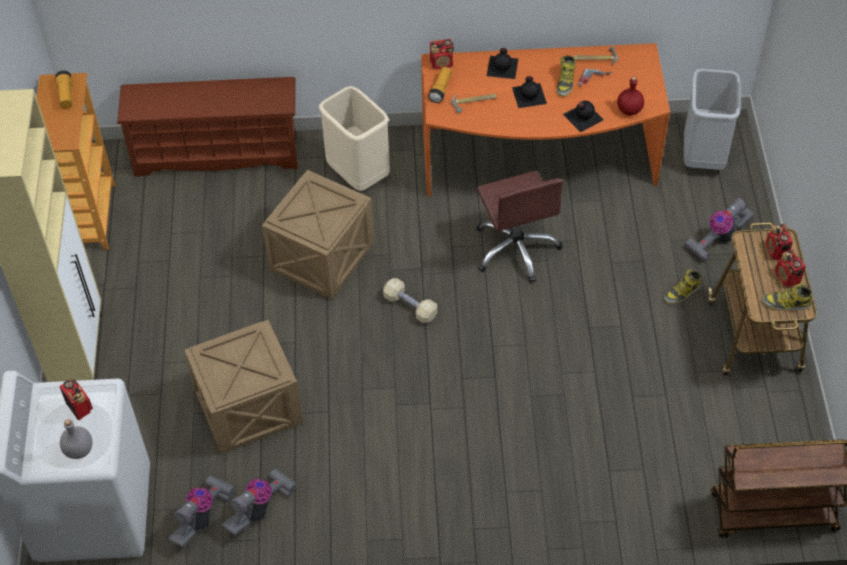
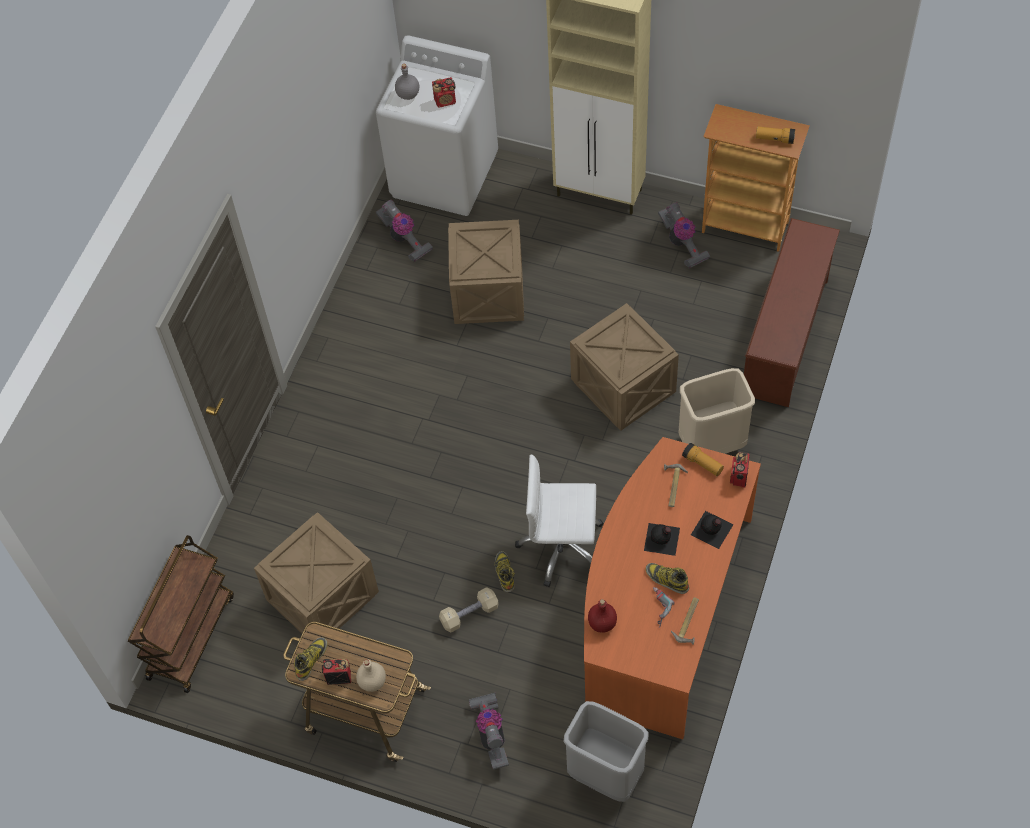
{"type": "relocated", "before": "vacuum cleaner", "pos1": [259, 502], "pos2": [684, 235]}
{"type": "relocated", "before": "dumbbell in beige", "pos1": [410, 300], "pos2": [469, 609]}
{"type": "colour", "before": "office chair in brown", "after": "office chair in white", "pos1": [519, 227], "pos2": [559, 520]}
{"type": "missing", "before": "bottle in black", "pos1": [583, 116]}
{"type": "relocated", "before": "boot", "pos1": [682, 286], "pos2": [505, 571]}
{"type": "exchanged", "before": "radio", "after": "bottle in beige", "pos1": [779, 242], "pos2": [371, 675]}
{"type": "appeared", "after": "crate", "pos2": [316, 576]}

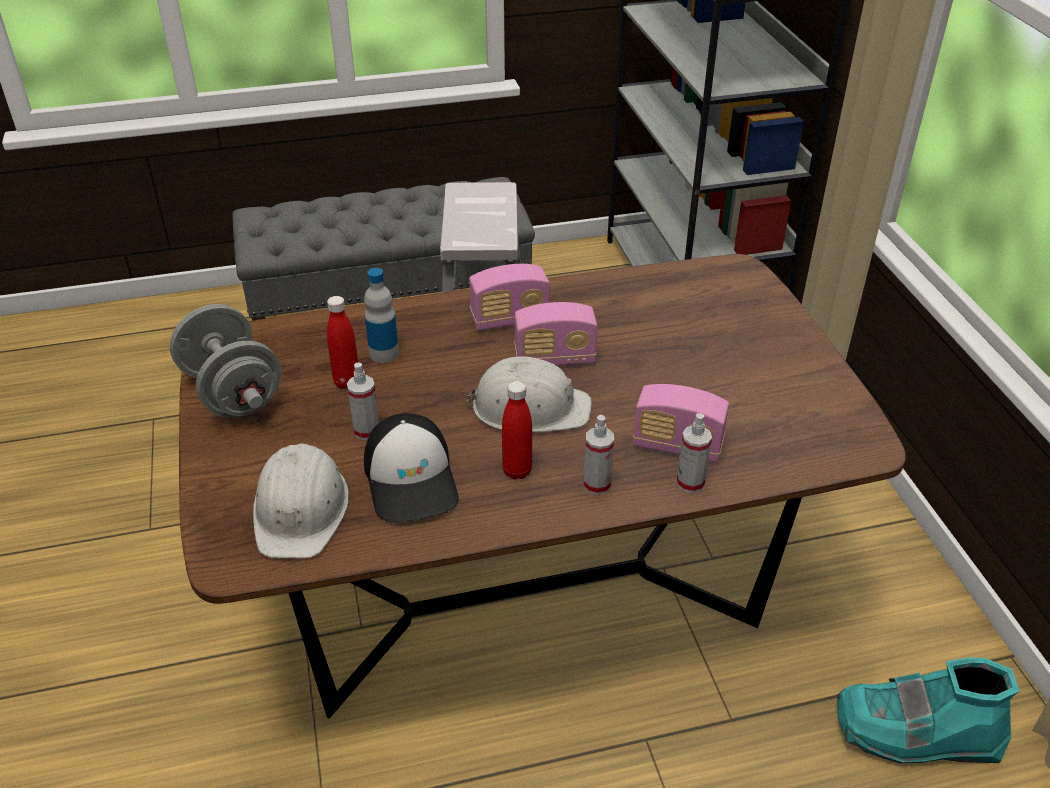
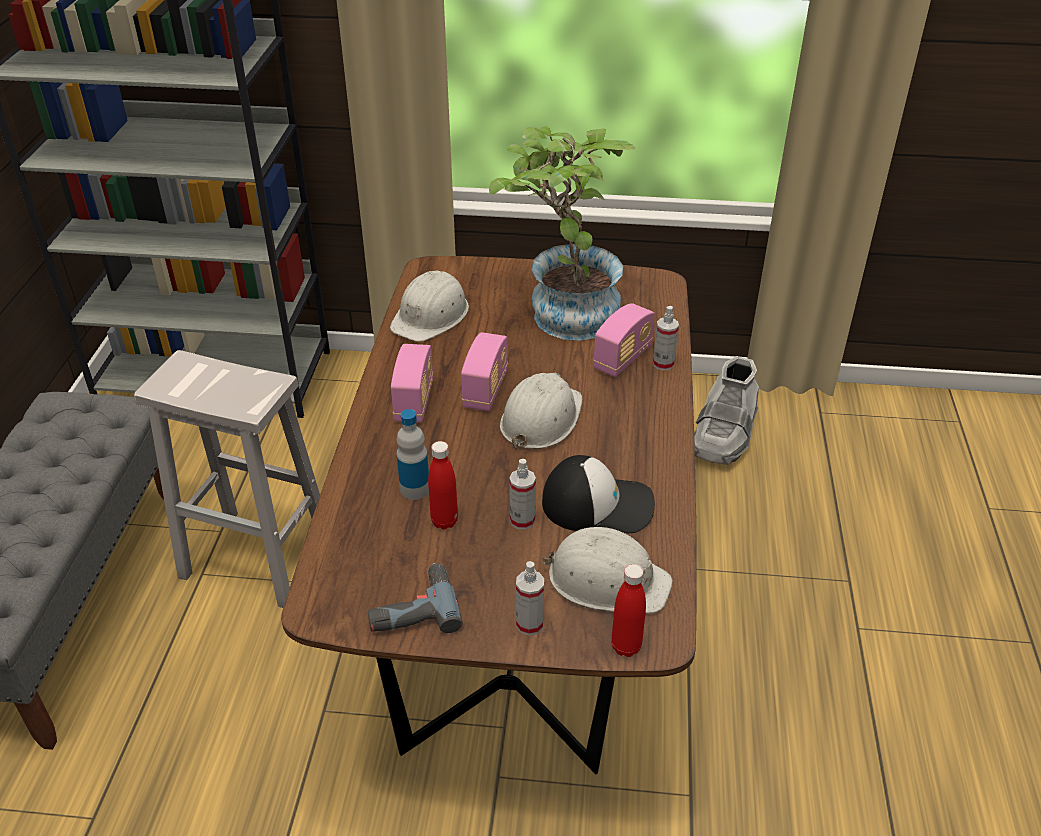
{"type": "exchanged", "before": "dumbbell in grey", "after": "power drill", "pos1": [226, 361], "pos2": [415, 598]}
{"type": "relocated", "before": "bottle in red", "pos1": [517, 430], "pos2": [628, 610]}
{"type": "relocated", "before": "spray bottle", "pos1": [599, 455], "pos2": [530, 598]}
{"type": "colour", "before": "boot in turquoise", "after": "boot in grey", "pos1": [928, 710], "pos2": [726, 410]}
{"type": "appeared", "after": "hard hat in white", "pos2": [429, 306]}
{"type": "appeared", "after": "potted plant", "pos2": [562, 233]}

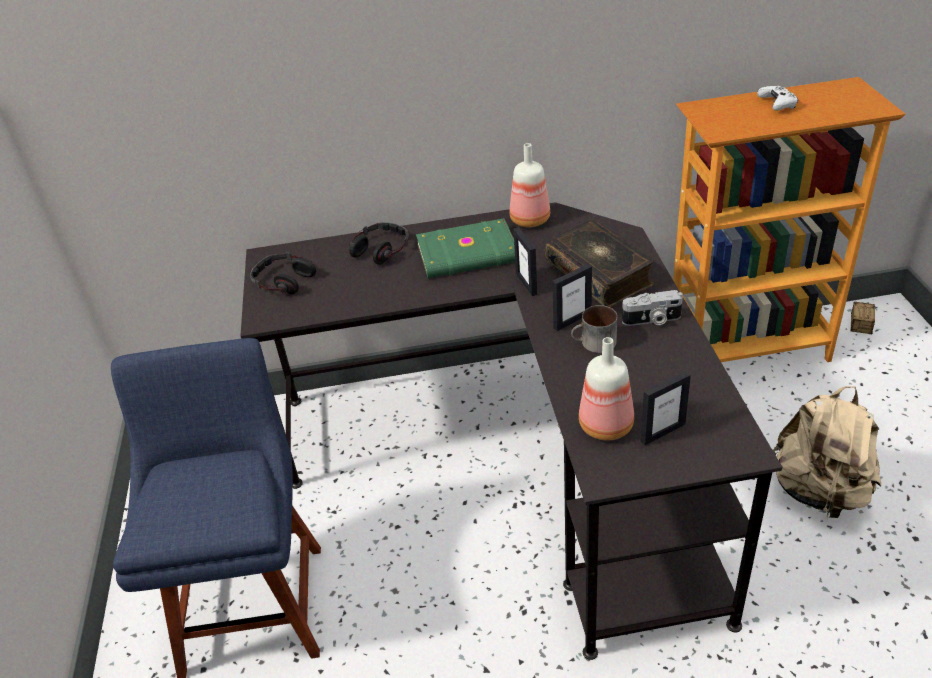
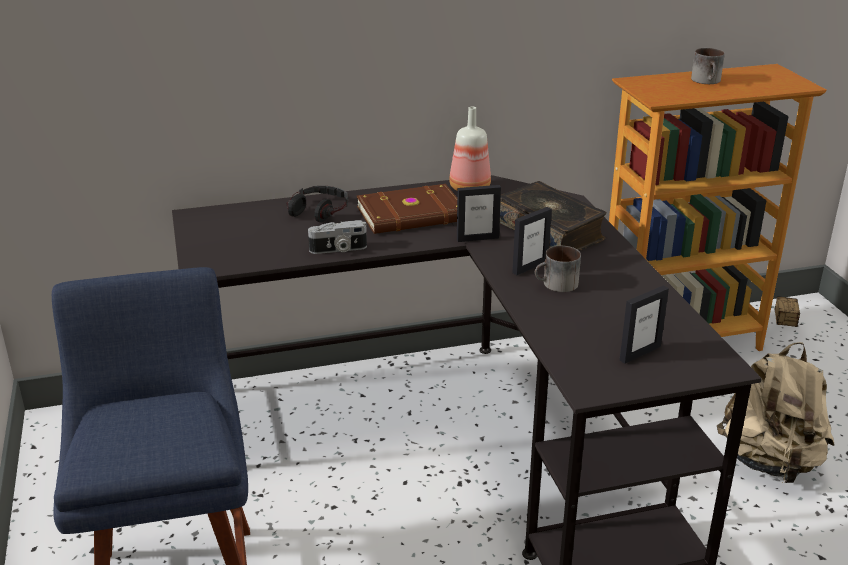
{"type": "missing", "before": "headphones", "pos1": [283, 273]}
{"type": "colour", "before": "book in green", "after": "book in brown", "pos1": [465, 248], "pos2": [407, 209]}
{"type": "spun", "before": "picture frame", "pos1": [525, 261], "pos2": [479, 213], "turn": -75}
{"type": "missing", "before": "bottle", "pos1": [606, 388]}
{"type": "relocated", "before": "photo camera", "pos1": [652, 308], "pos2": [337, 237]}
{"type": "exchanged", "before": "game controller in white", "after": "mug", "pos1": [777, 98], "pos2": [708, 66]}

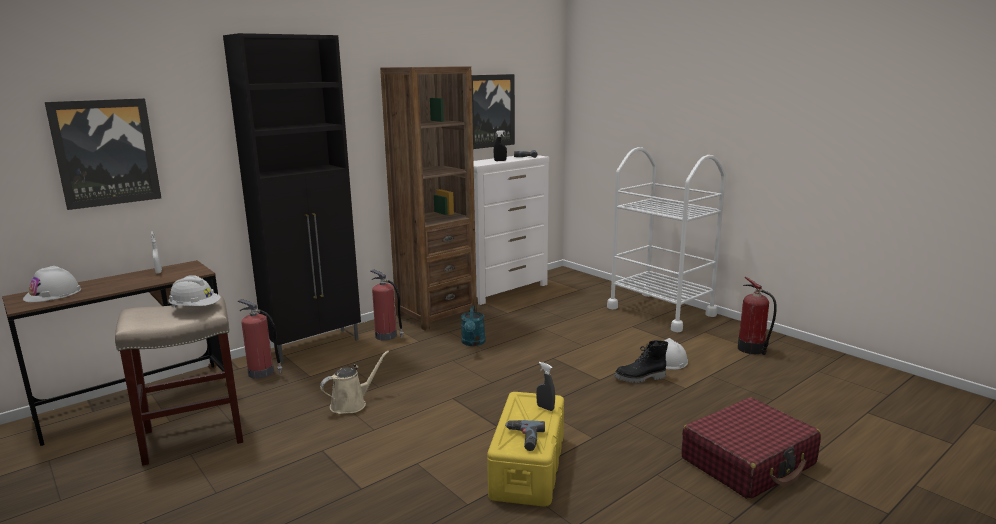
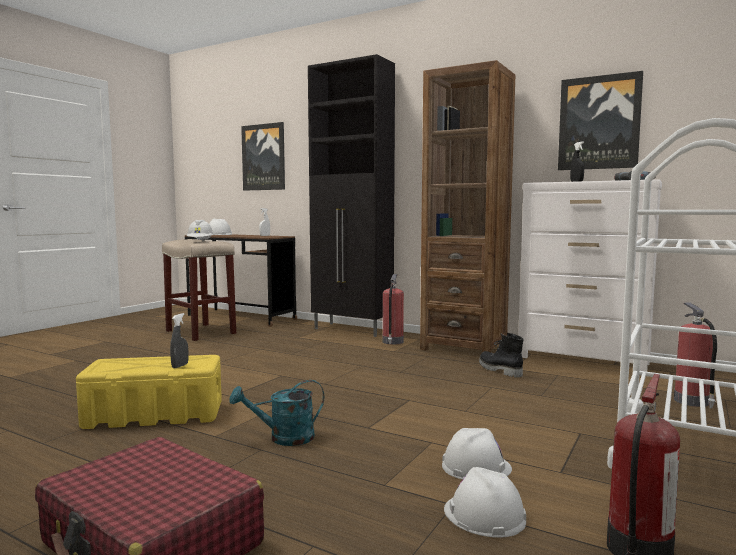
{"type": "relocated", "before": "fire extinguisher", "pos1": [259, 339], "pos2": [695, 356]}
{"type": "missing", "before": "watering can in beige", "pos1": [354, 382]}
{"type": "relocated", "before": "watering can in turquoise", "pos1": [473, 325], "pos2": [276, 413]}
{"type": "missing", "before": "power drill", "pos1": [525, 435]}
{"type": "relocated", "before": "boot in black", "pos1": [641, 361], "pos2": [501, 355]}
{"type": "appeared", "after": "hard hat in white", "pos2": [485, 502]}

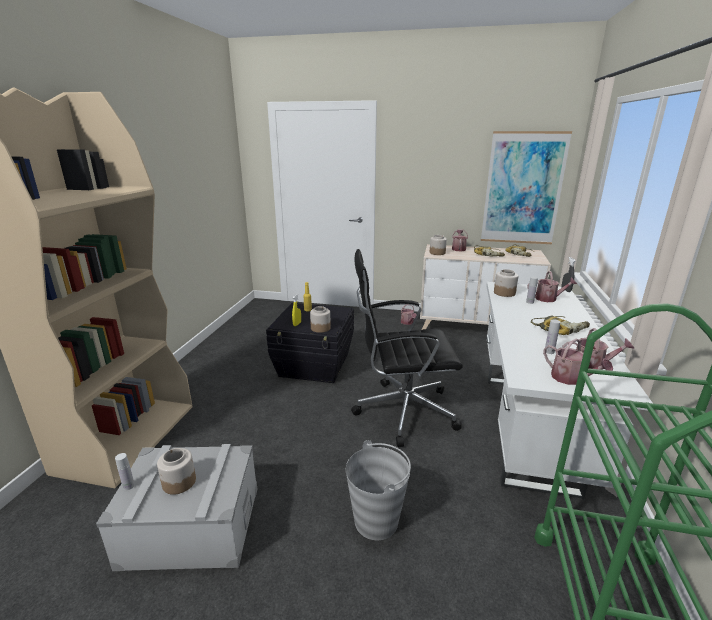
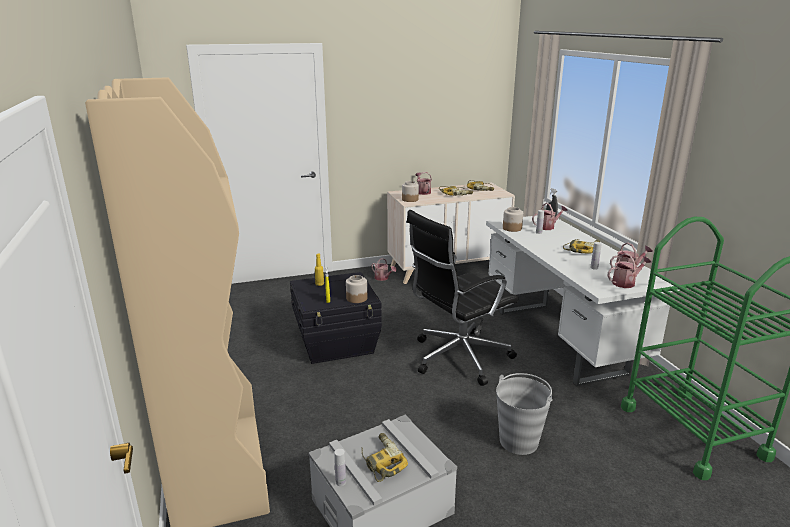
{"type": "exchanged", "before": "jar", "after": "power drill", "pos1": [176, 471], "pos2": [385, 457]}
{"type": "missing", "before": "picture", "pos1": [526, 187]}
{"type": "spun", "before": "watering can", "pos1": [578, 361], "pos2": [629, 270], "turn": -45}

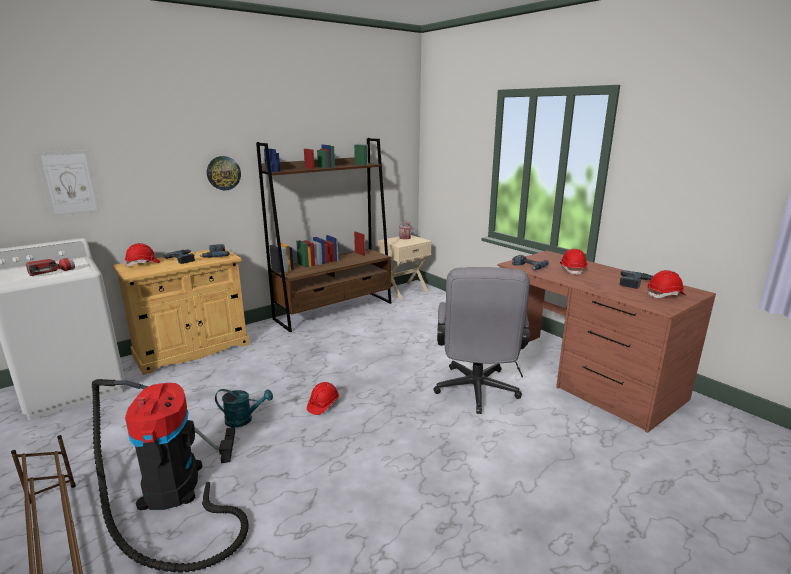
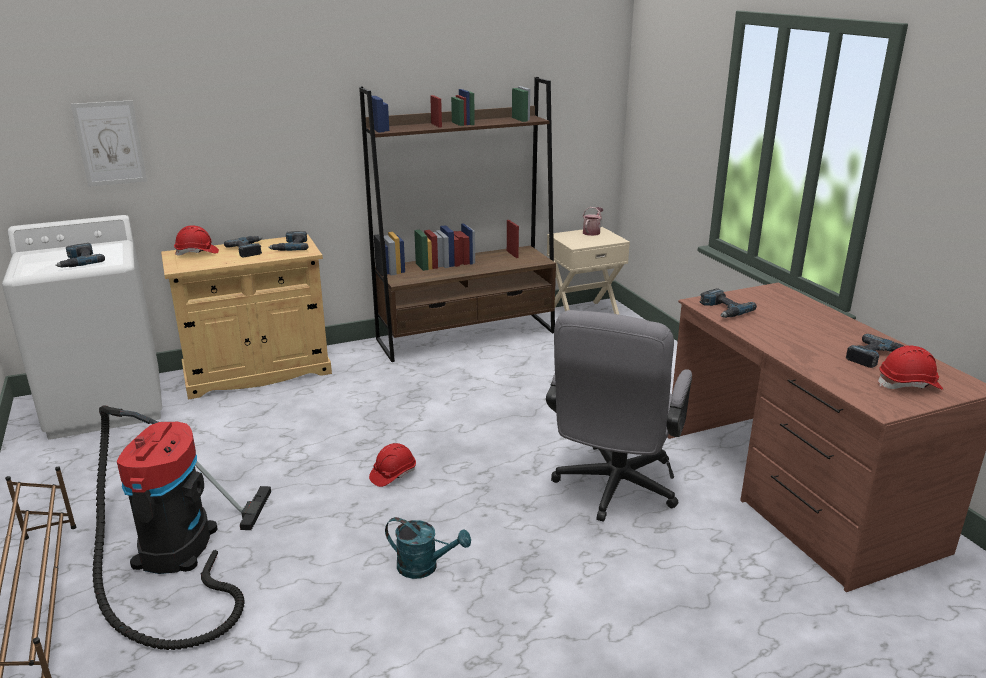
{"type": "exchanged", "before": "flashlight", "after": "power drill", "pos1": [50, 266], "pos2": [80, 255]}
{"type": "missing", "before": "wall clock", "pos1": [224, 173]}
{"type": "relocated", "before": "watering can in turquoise", "pos1": [244, 408], "pos2": [428, 548]}
{"type": "missing", "before": "hard hat in red", "pos1": [573, 262]}

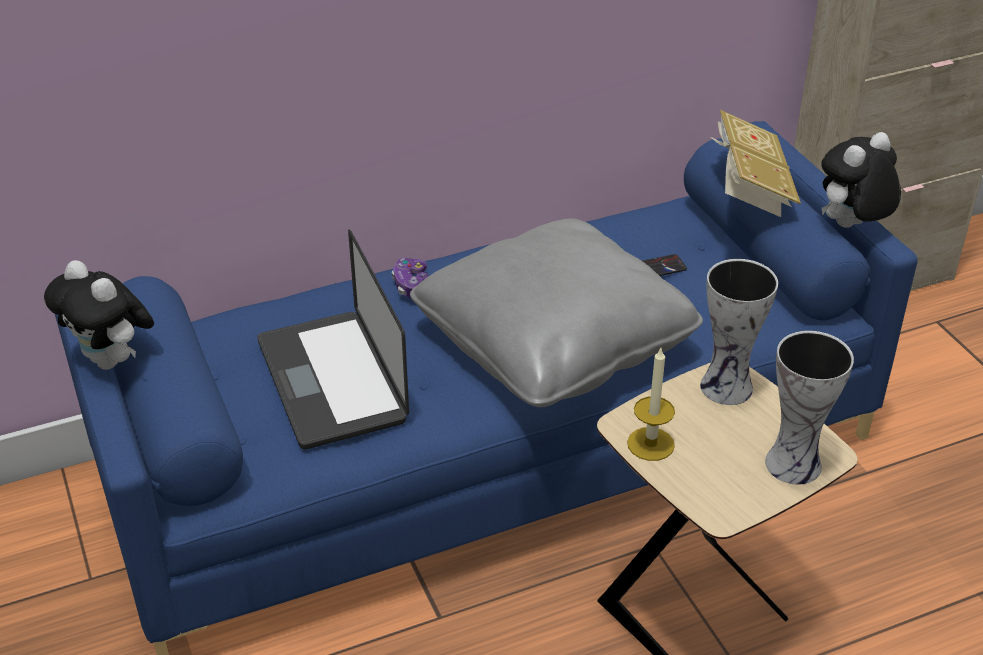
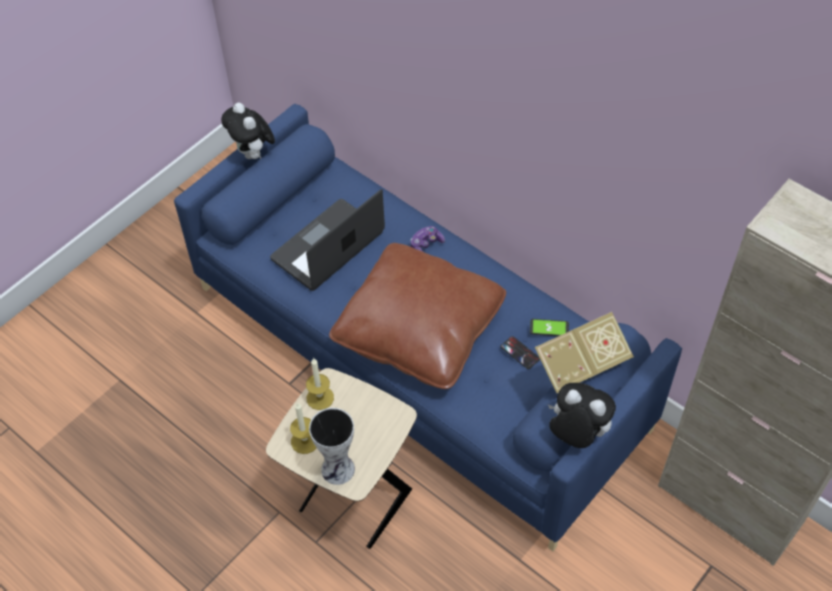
{"type": "spun", "before": "plush toy", "pos1": [99, 315], "pos2": [248, 131], "turn": -45}
{"type": "colour", "before": "pillow in grey", "after": "pillow in brown", "pos1": [556, 312], "pos2": [417, 316]}
{"type": "missing", "before": "vase", "pos1": [739, 332]}
{"type": "appeared", "after": "candle", "pos2": [303, 428]}
{"type": "appeared", "after": "phone", "pos2": [549, 327]}

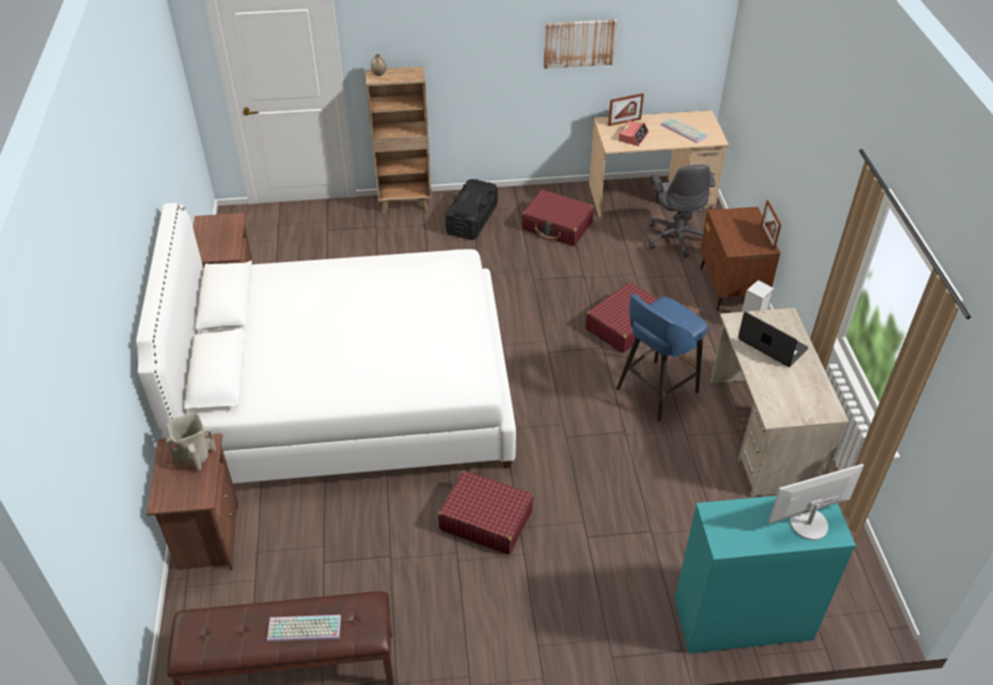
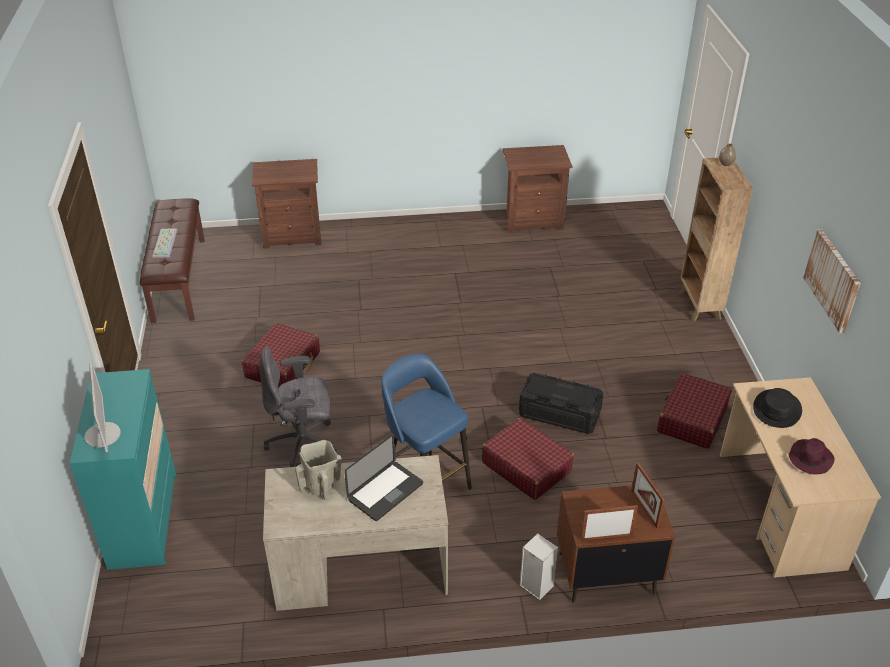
{"type": "missing", "before": "bed in white", "pos1": [326, 343]}
{"type": "relocated", "before": "vase in beige", "pos1": [191, 441], "pos2": [318, 470]}
{"type": "relocated", "before": "storage box in black", "pos1": [471, 209], "pos2": [561, 403]}
{"type": "relocated", "before": "picture frame", "pos1": [626, 109], "pos2": [648, 495]}
{"type": "exchanged", "before": "alarm clock", "after": "hat in black", "pos1": [633, 133], "pos2": [777, 408]}
{"type": "relocated", "before": "office chair in grey", "pos1": [682, 211], "pos2": [298, 407]}
{"type": "exchanged", "before": "keyboard", "after": "hat in purple", "pos1": [684, 130], "pos2": [812, 456]}

